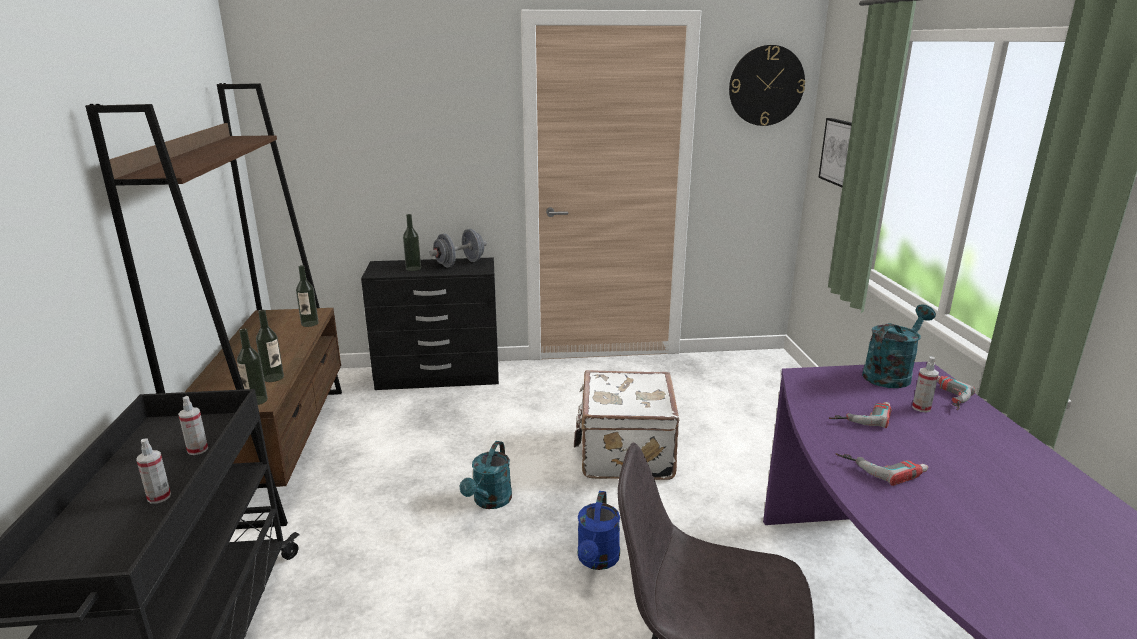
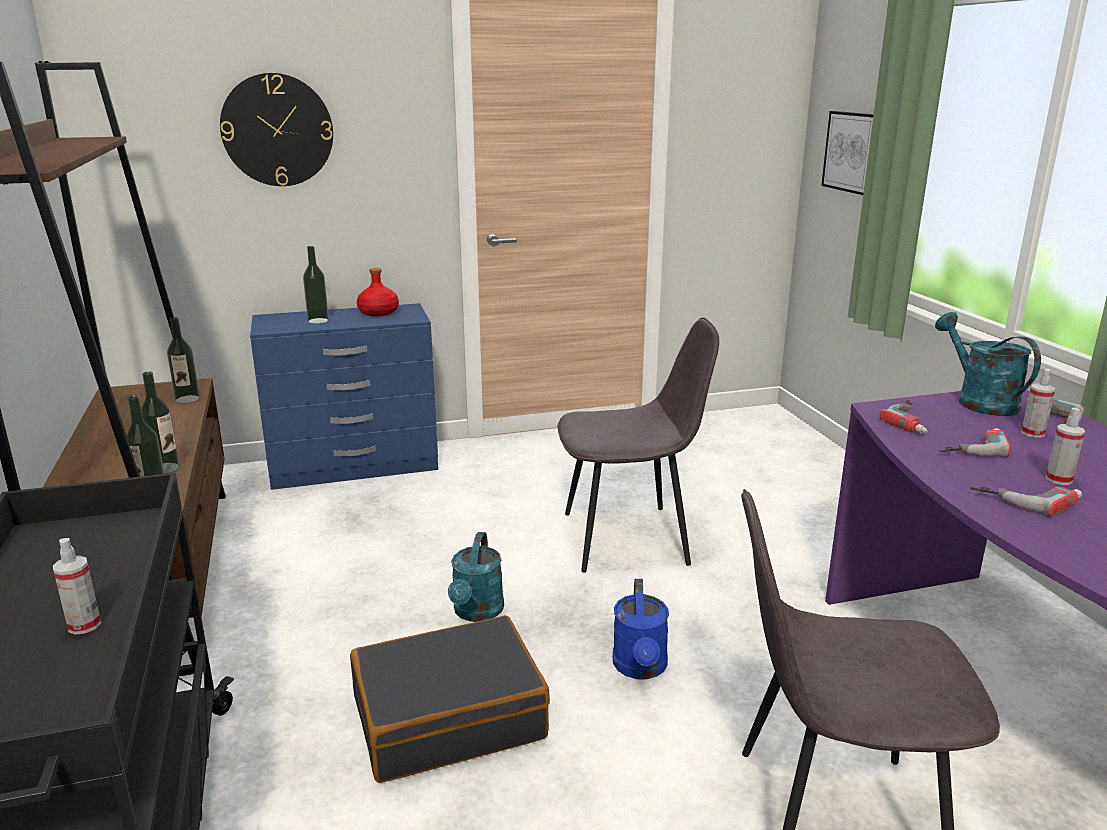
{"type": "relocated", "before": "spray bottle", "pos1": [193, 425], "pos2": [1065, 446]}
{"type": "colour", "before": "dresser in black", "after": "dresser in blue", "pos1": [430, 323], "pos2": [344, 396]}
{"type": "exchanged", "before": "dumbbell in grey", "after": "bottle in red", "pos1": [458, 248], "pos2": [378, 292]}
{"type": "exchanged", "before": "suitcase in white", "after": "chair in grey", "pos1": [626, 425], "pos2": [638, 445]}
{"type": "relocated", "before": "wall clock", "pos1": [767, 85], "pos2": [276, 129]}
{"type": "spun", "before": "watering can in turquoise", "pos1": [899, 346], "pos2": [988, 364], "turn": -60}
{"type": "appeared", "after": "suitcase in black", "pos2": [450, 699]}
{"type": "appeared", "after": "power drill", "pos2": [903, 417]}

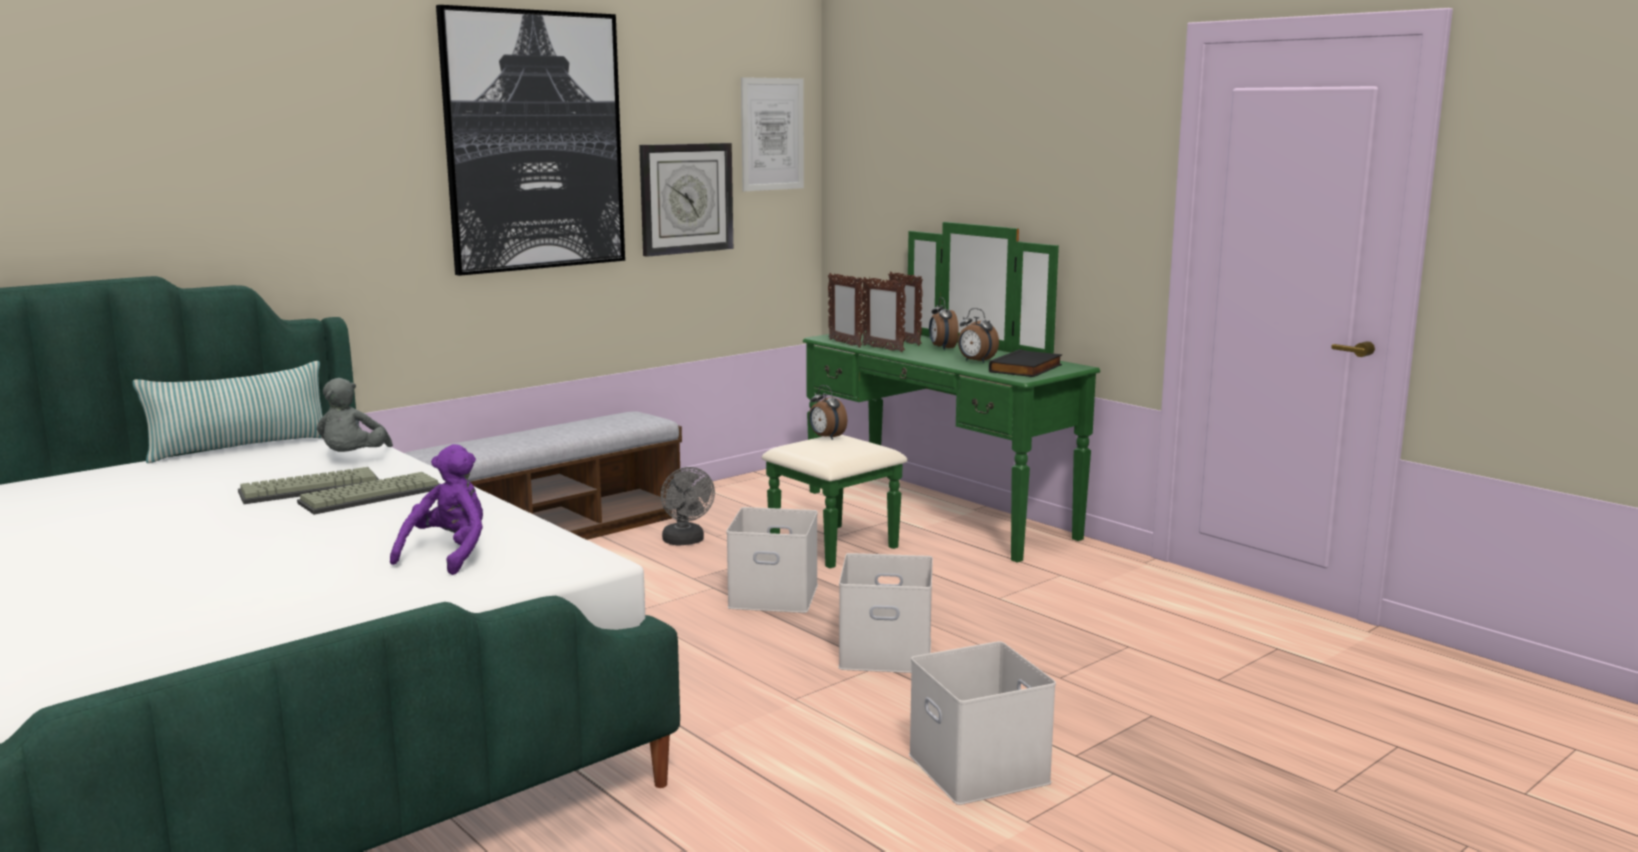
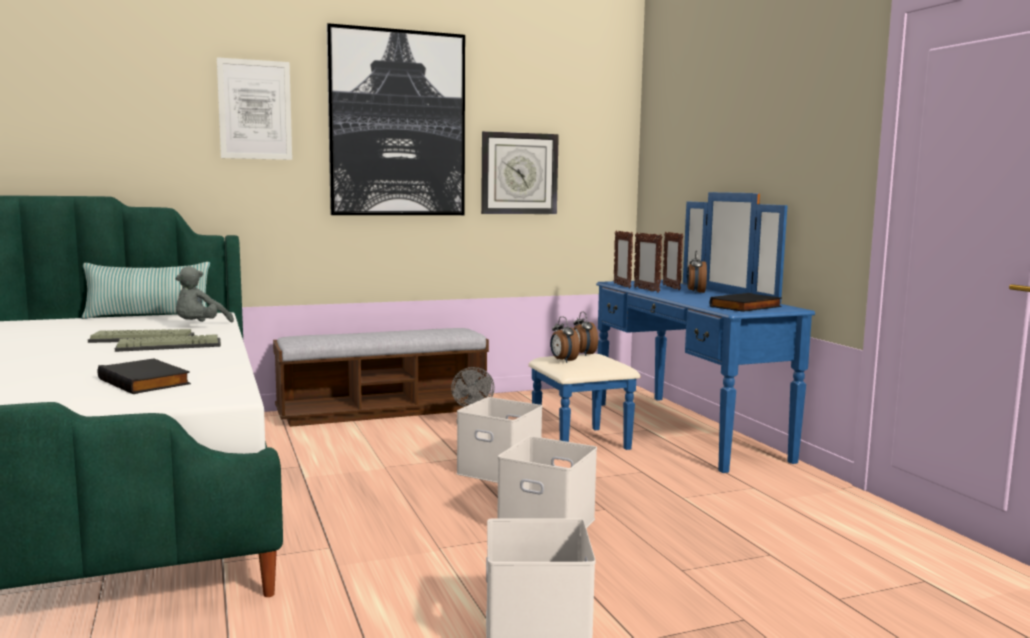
{"type": "exchanged", "before": "plush toy in purple", "after": "book in black", "pos1": [436, 509], "pos2": [144, 376]}
{"type": "relocated", "before": "picture", "pos1": [772, 134], "pos2": [254, 108]}
{"type": "colour", "before": "dresser in green", "after": "dresser in blue", "pos1": [931, 395], "pos2": [672, 332]}
{"type": "relocated", "before": "alarm clock", "pos1": [978, 335], "pos2": [565, 340]}

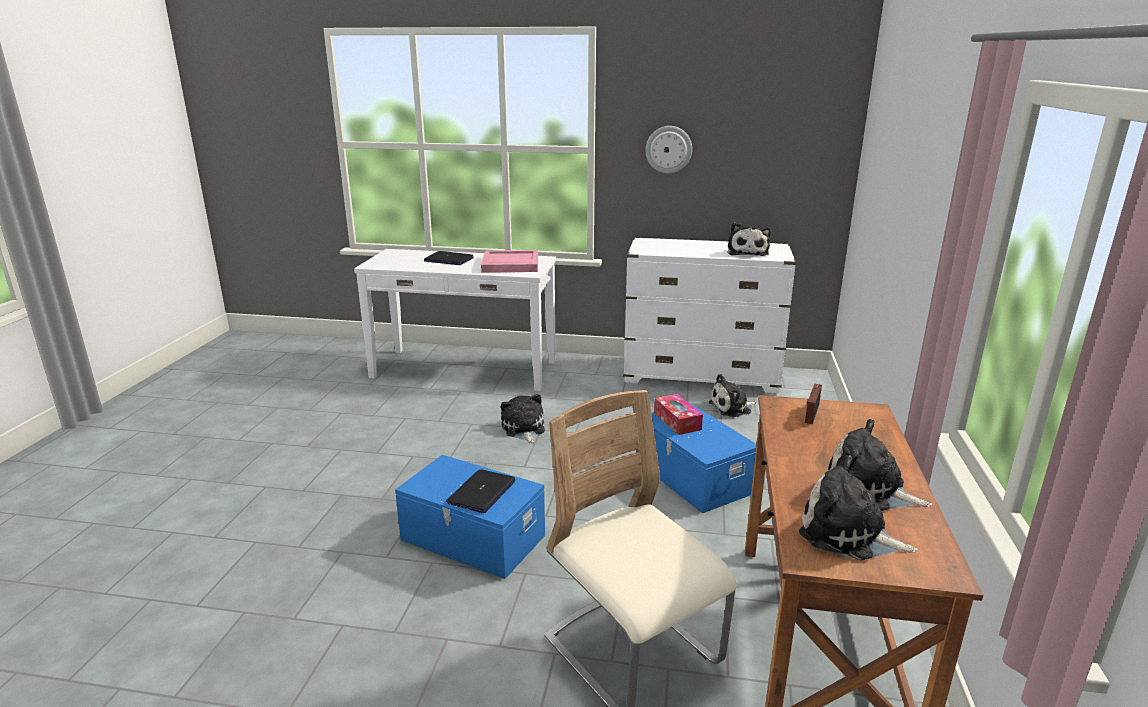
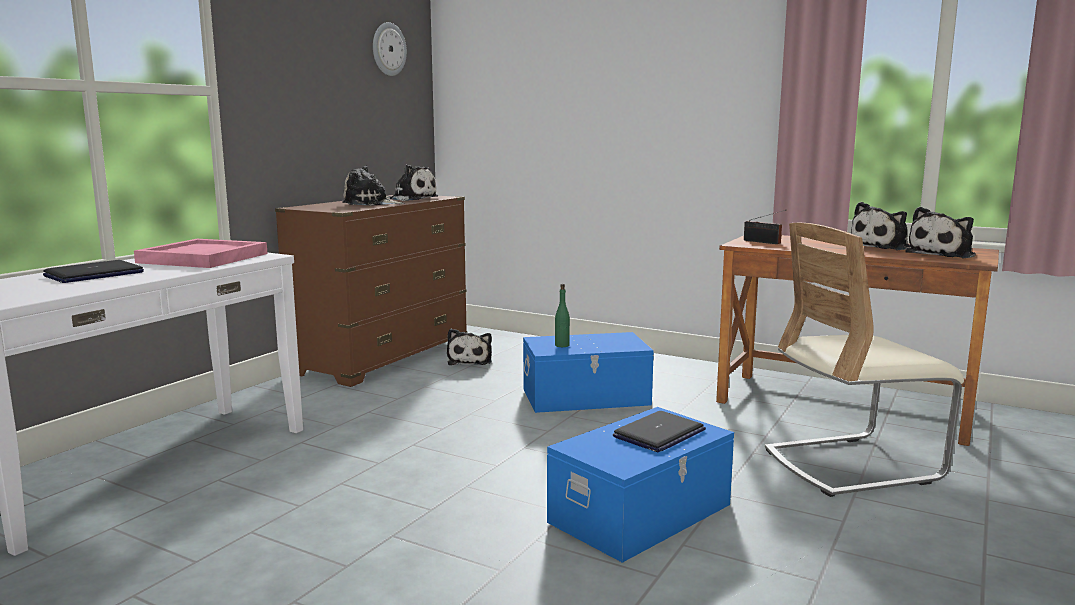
{"type": "spun", "before": "laptop", "pos1": [481, 491], "pos2": [659, 431], "turn": -90}
{"type": "relocated", "before": "plush toy", "pos1": [523, 419], "pos2": [373, 185]}
{"type": "colour", "before": "dresser in white", "after": "dresser in brown", "pos1": [710, 315], "pos2": [371, 291]}
{"type": "relocated", "before": "wall clock", "pos1": [668, 150], "pos2": [390, 49]}
{"type": "exchanged", "before": "tissue box", "after": "bottle in green", "pos1": [678, 414], "pos2": [562, 315]}

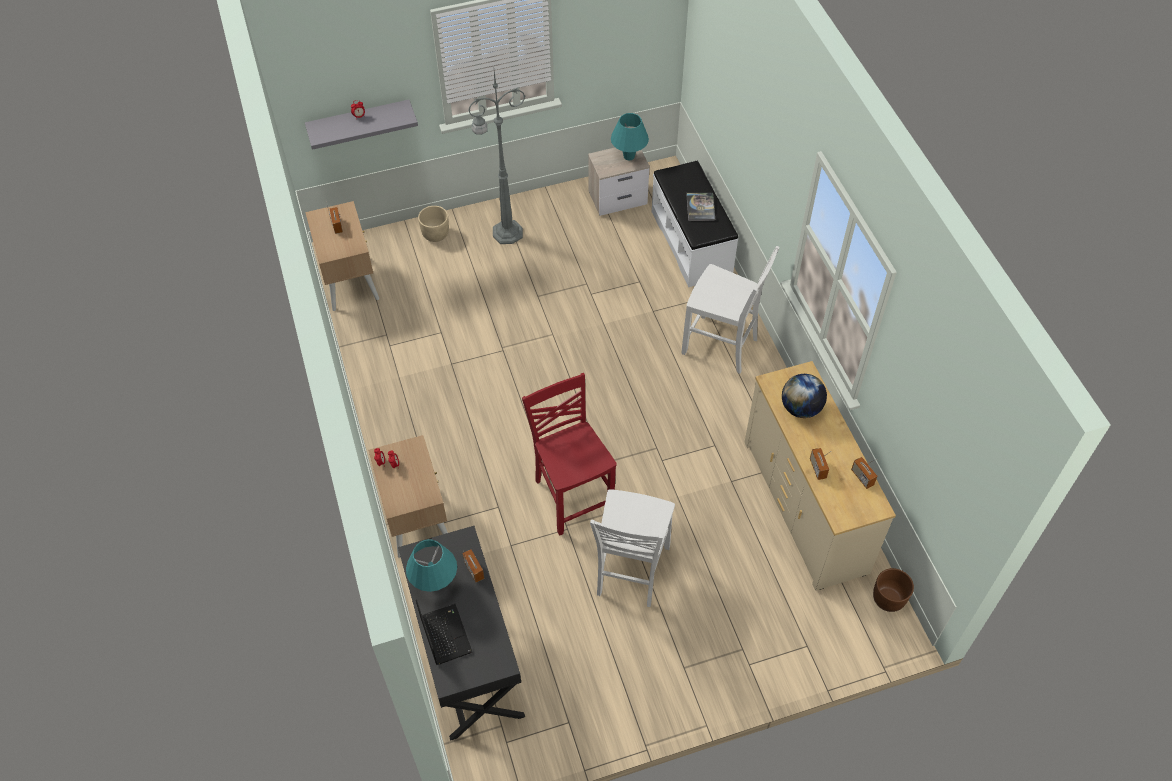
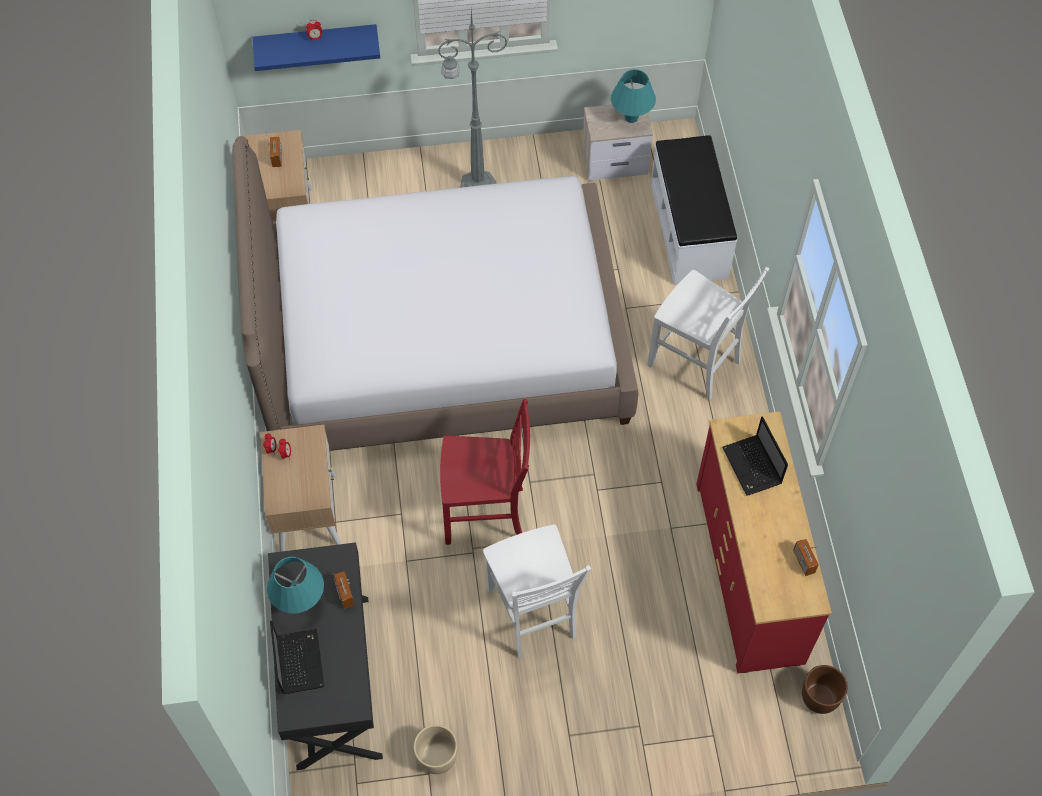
{"type": "colour", "before": "shelf in grey", "after": "shelf in blue", "pos1": [361, 125], "pos2": [316, 47]}
{"type": "relocated", "before": "planter in beige", "pos1": [433, 224], "pos2": [435, 749]}
{"type": "spun", "before": "chair in red", "pos1": [569, 454], "pos2": [485, 472], "turn": 105}
{"type": "spun", "before": "chair in white", "pos1": [632, 548], "pos2": [537, 591], "turn": -45}
{"type": "missing", "before": "book", "pos1": [700, 207]}
{"type": "colour", "before": "dresser in beige", "after": "dresser in red", "pos1": [820, 476], "pos2": [764, 542]}
{"type": "exchanged", "before": "globe", "after": "laptop", "pos1": [804, 396], "pos2": [755, 456]}
{"type": "missing", "before": "radio", "pos1": [820, 464]}
{"type": "appeared", "after": "bed", "pos2": [435, 293]}

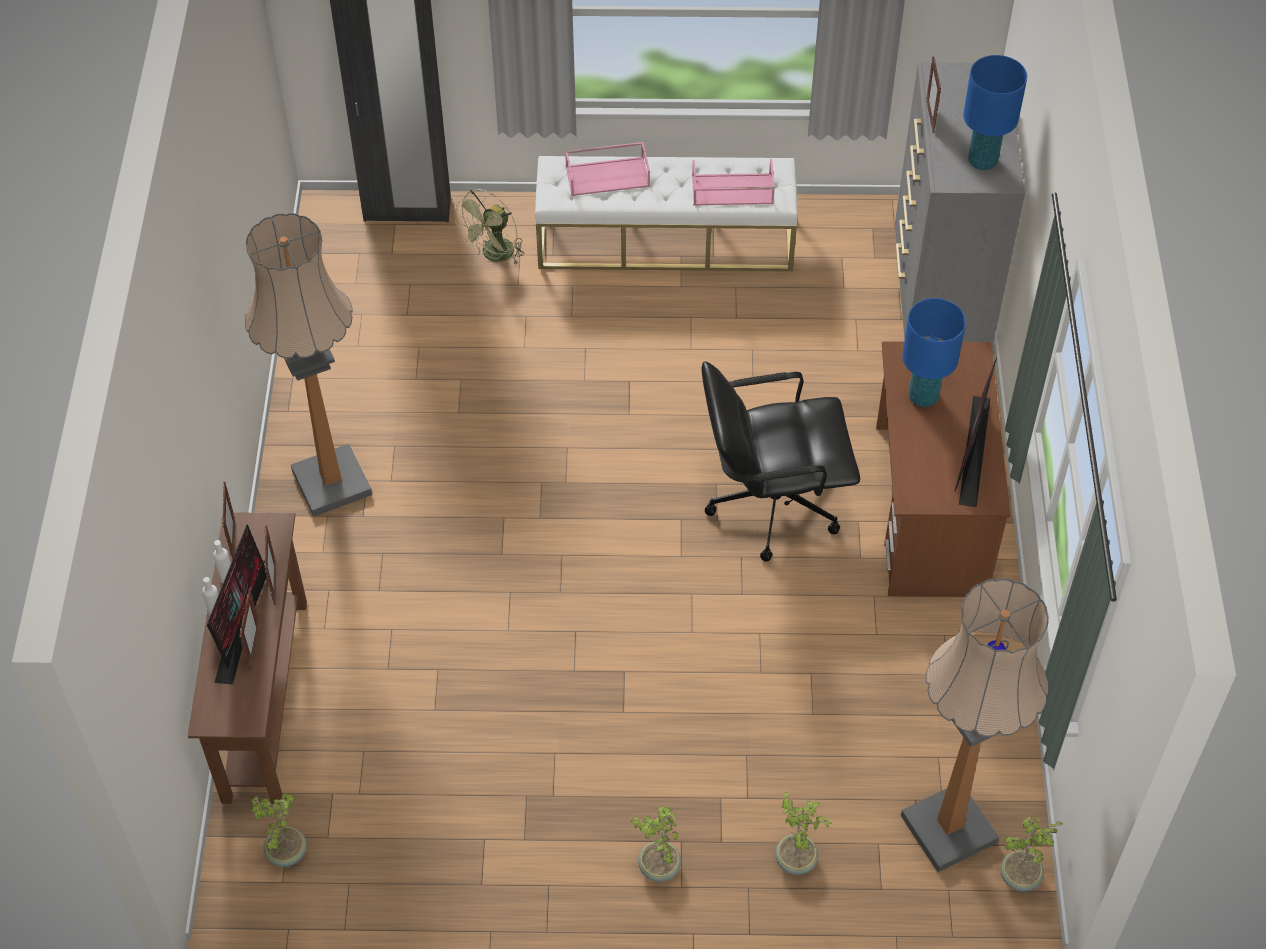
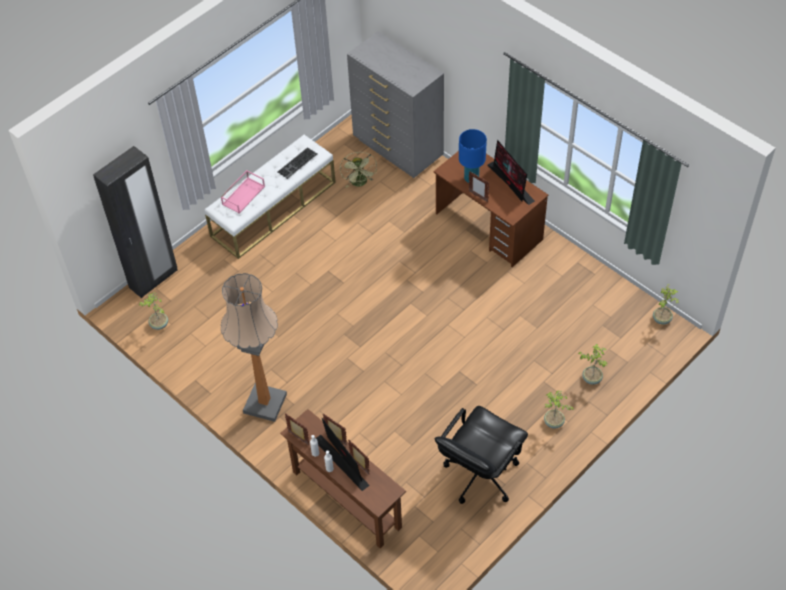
{"type": "relocated", "before": "potted plant", "pos1": [278, 830], "pos2": [153, 311]}
{"type": "relocated", "before": "fan in green", "pos1": [490, 227], "pos2": [358, 170]}
{"type": "exchanged", "before": "tray in pink", "after": "keyboard", "pos1": [733, 182], "pos2": [297, 163]}
{"type": "relocated", "before": "office chair in black", "pos1": [780, 461], "pos2": [481, 455]}
{"type": "missing", "before": "floor lamp", "pos1": [975, 725]}
{"type": "relocated", "before": "picture frame", "pos1": [933, 95], "pos2": [479, 186]}
{"type": "missing", "before": "table lamp in blue", "pos1": [995, 112]}

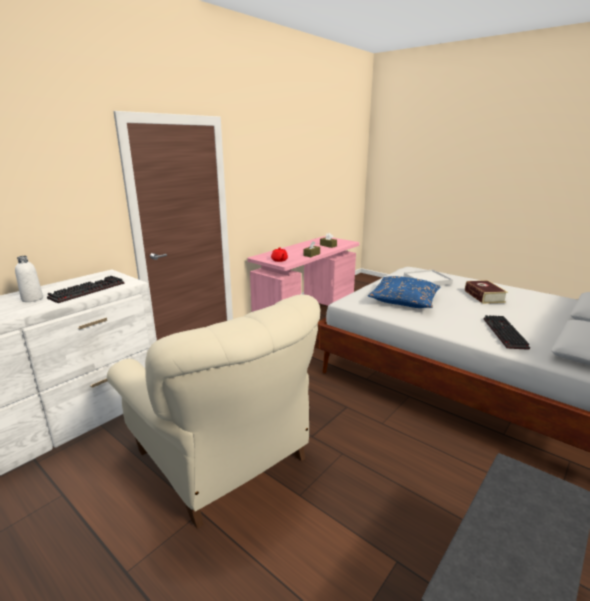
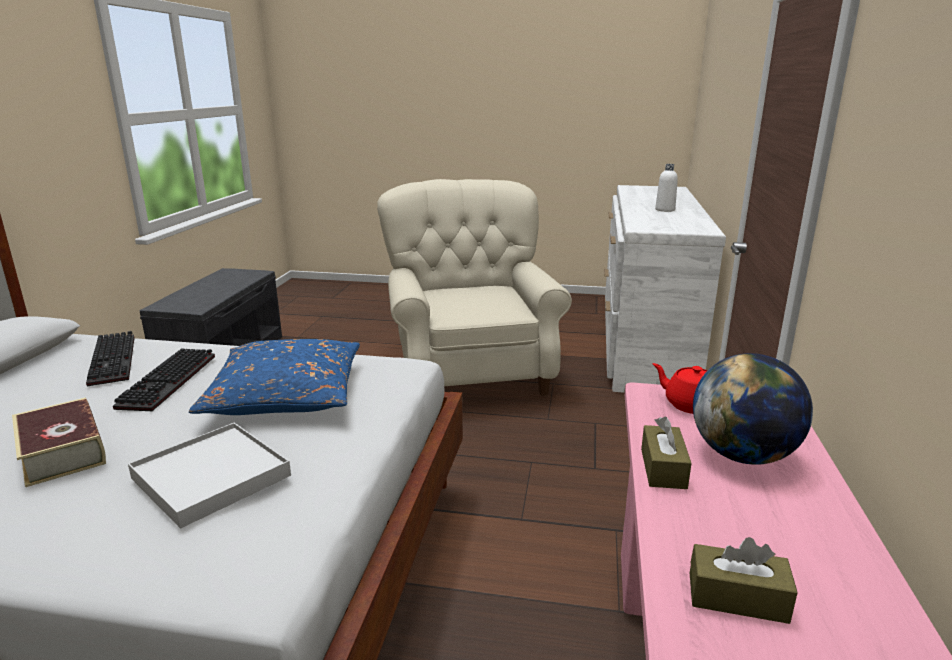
{"type": "relocated", "before": "keyboard", "pos1": [85, 289], "pos2": [164, 379]}
{"type": "spun", "before": "armchair in beige", "pos1": [213, 411], "pos2": [474, 287], "turn": 60}
{"type": "appeared", "after": "globe", "pos2": [753, 409]}

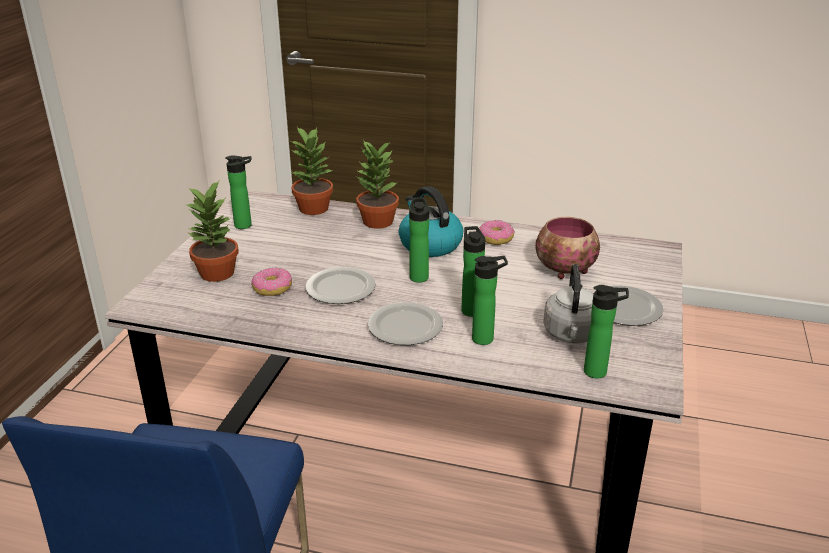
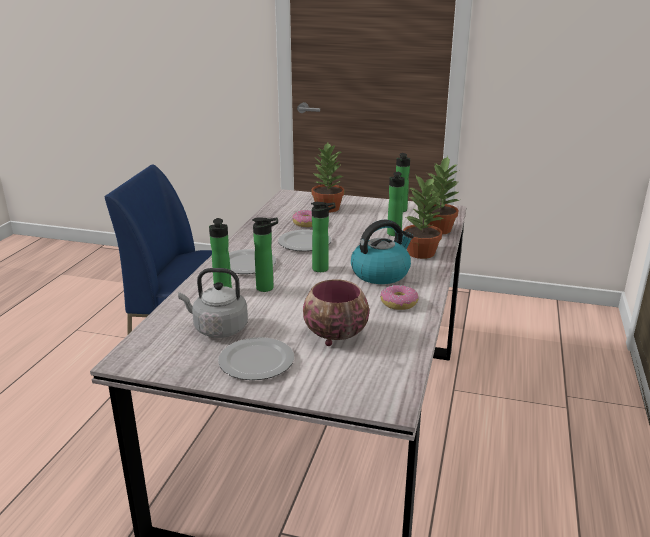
{"type": "relocated", "before": "bottle", "pos1": [606, 331], "pos2": [396, 204]}

